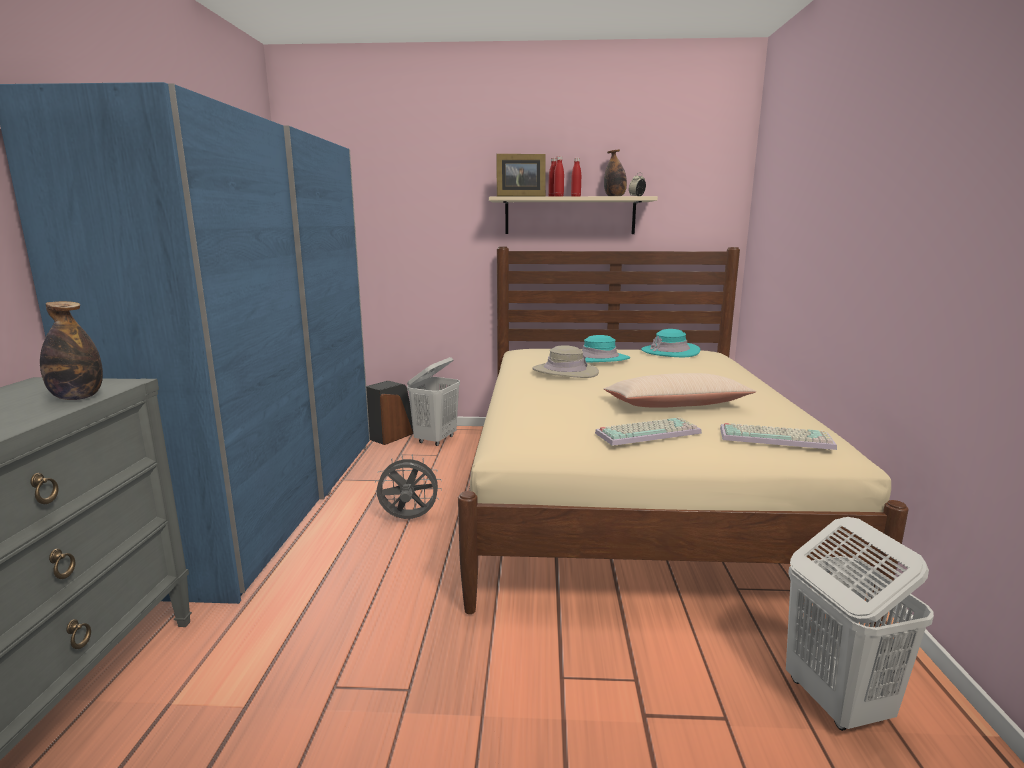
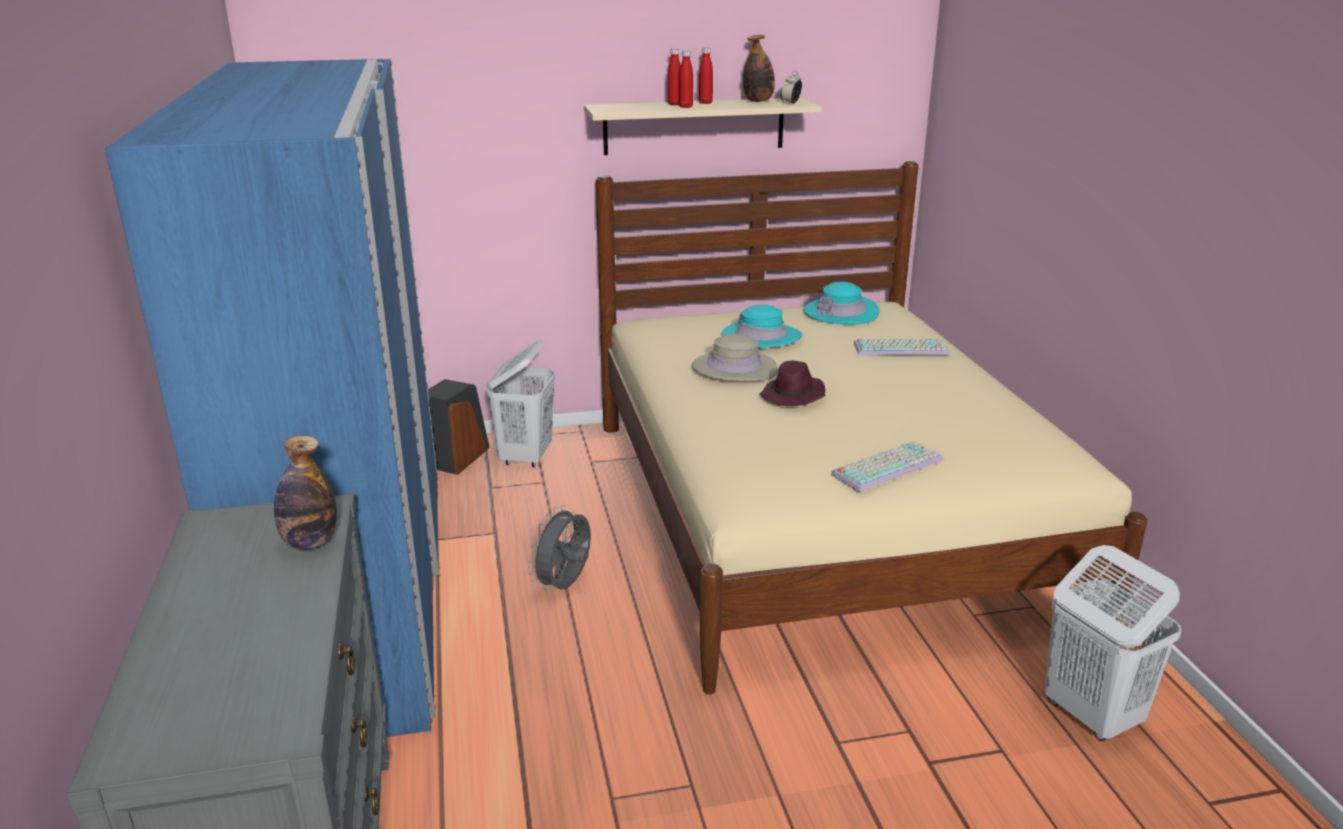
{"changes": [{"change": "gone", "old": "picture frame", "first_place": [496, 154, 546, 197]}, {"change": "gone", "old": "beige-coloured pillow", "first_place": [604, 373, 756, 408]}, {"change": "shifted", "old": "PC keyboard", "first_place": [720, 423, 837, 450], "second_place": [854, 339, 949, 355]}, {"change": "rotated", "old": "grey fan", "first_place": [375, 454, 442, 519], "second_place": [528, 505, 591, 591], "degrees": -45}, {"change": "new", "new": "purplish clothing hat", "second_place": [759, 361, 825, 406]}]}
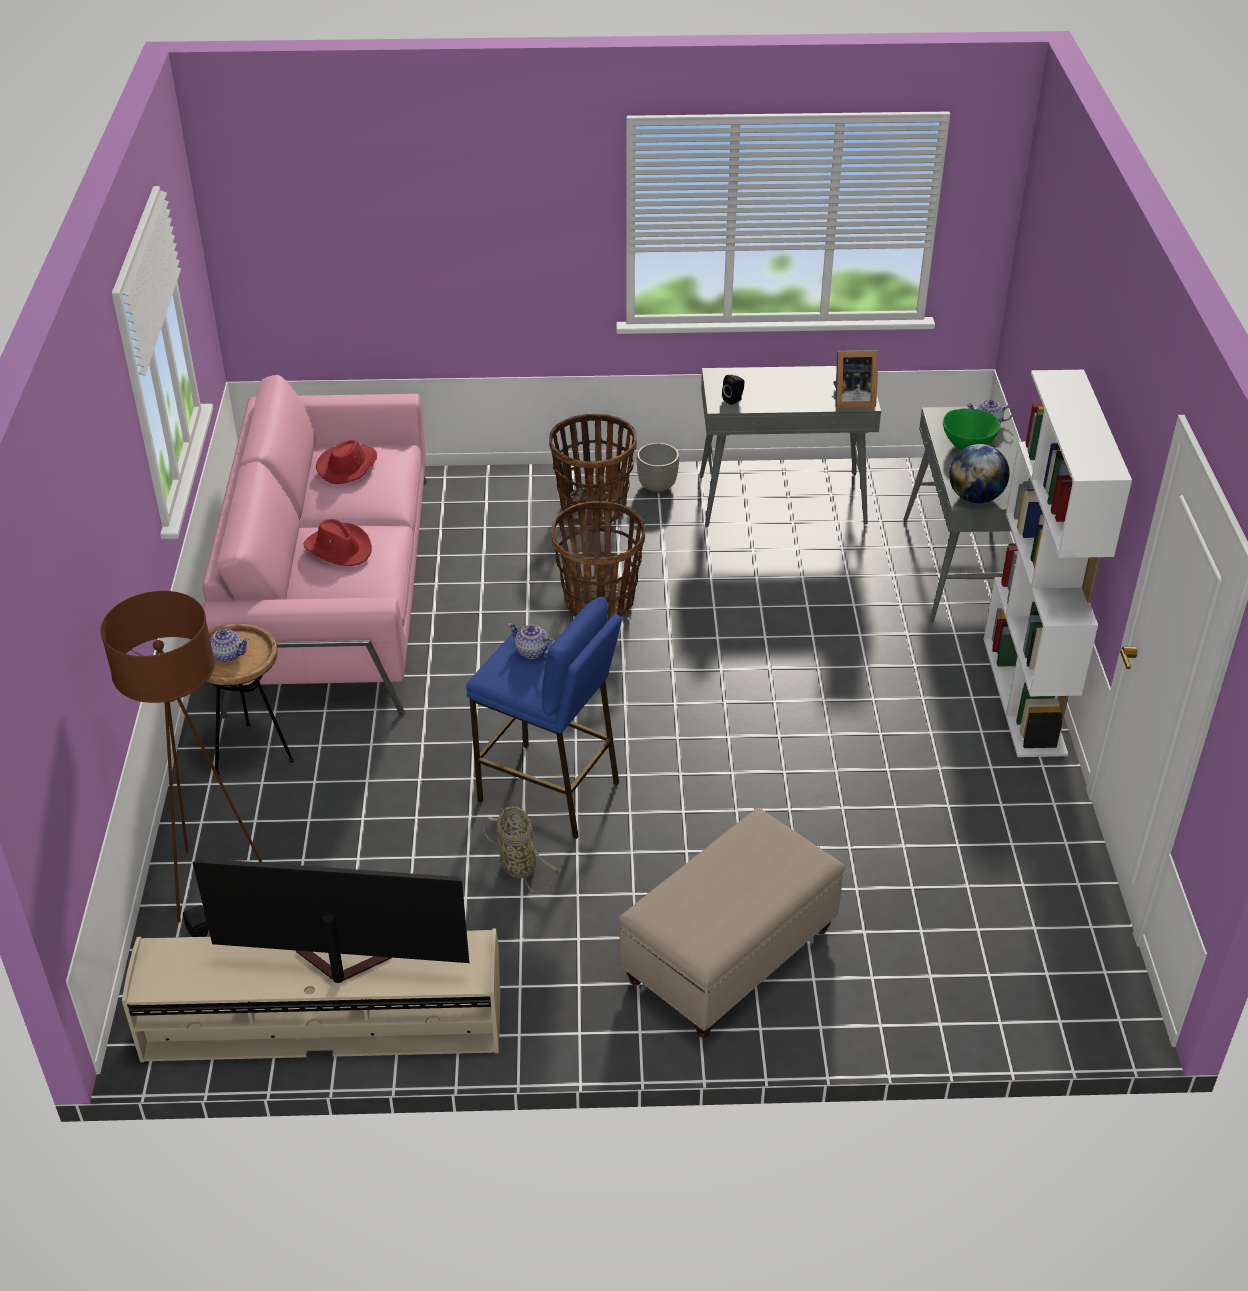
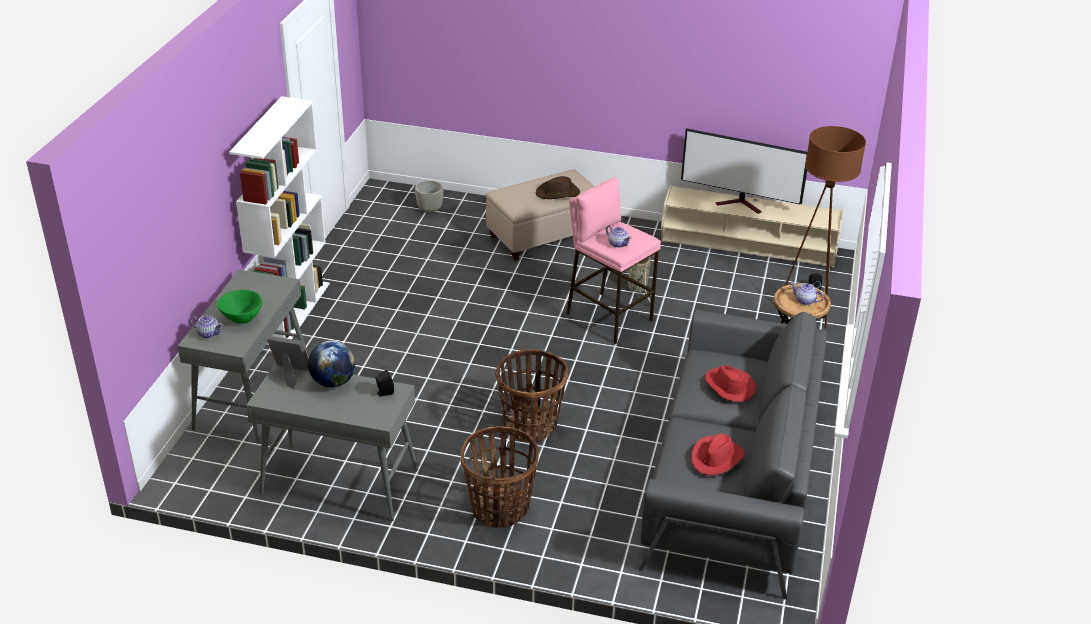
{"changes": [{"change": "repainted", "old": "pink-coloured settee", "new": "grey settee", "first_place": [202, 375, 427, 718], "second_place": [638, 310, 827, 600]}, {"change": "shifted", "old": "grey plant pot", "first_place": [636, 443, 679, 493], "second_place": [415, 180, 443, 213]}, {"change": "shifted", "old": "globe", "first_place": [949, 444, 1010, 504], "second_place": [308, 341, 355, 388]}, {"change": "repainted", "old": "blue-coloured sitting stool", "new": "pink-coloured sitting stool", "first_place": [466, 597, 622, 839], "second_place": [566, 177, 661, 344]}, {"change": "new", "new": "brown clothing hat", "second_place": [536, 176, 580, 199]}]}
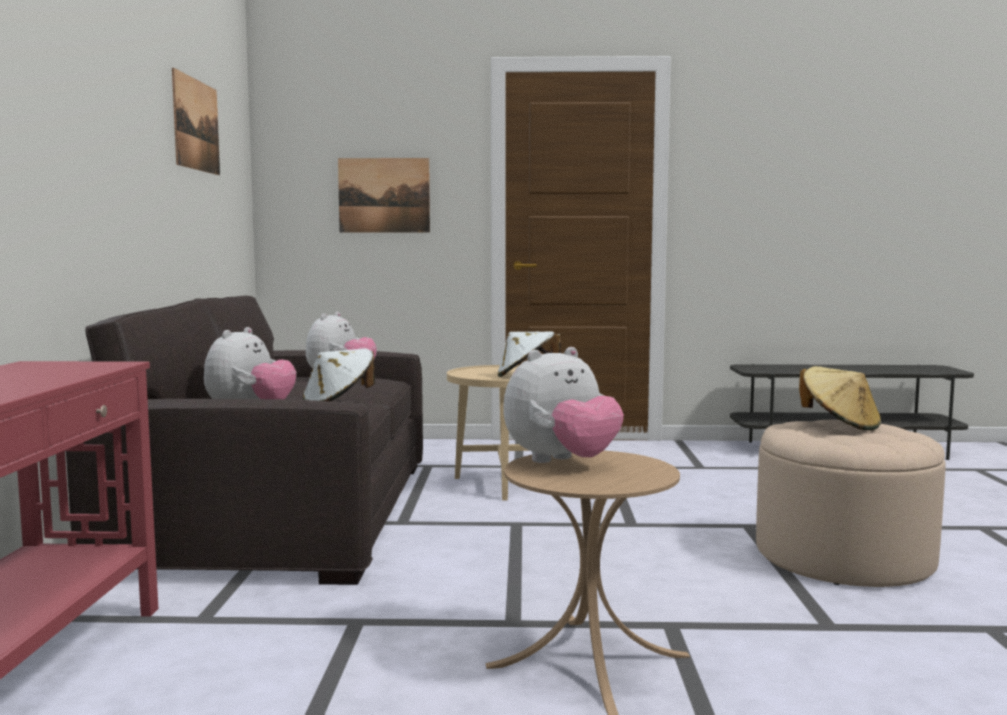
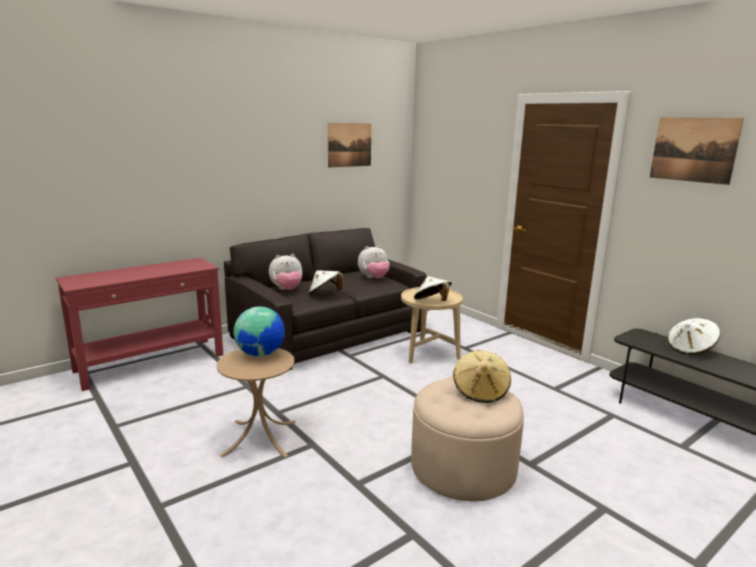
{"changes": [{"change": "shifted", "old": "wall picture", "first_place": [338, 158, 430, 233], "second_place": [650, 117, 744, 185]}, {"change": "swapped", "old": "cuddly toy", "new": "globe", "first_place": [504, 347, 624, 463], "second_place": [233, 306, 285, 357]}, {"change": "new", "new": "whitish clothing hat", "second_place": [668, 318, 720, 355]}]}
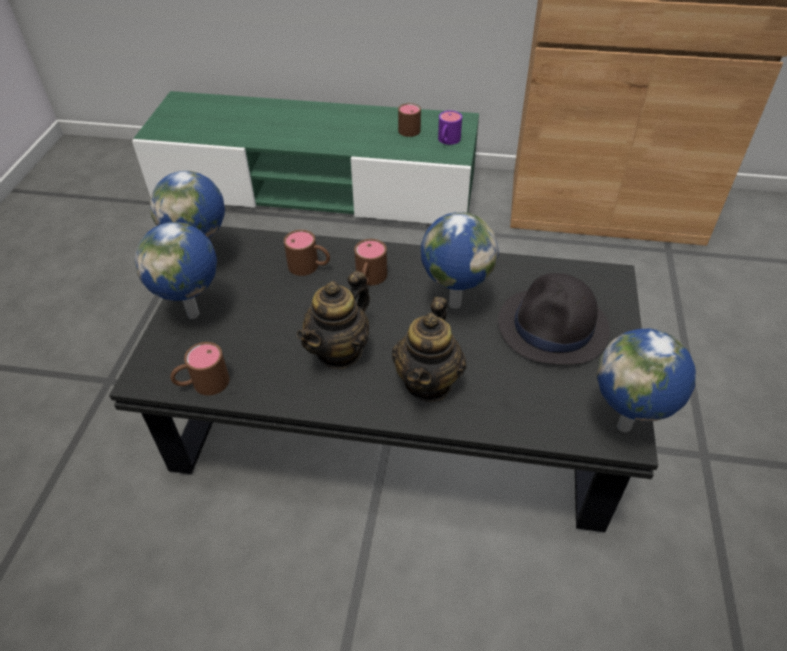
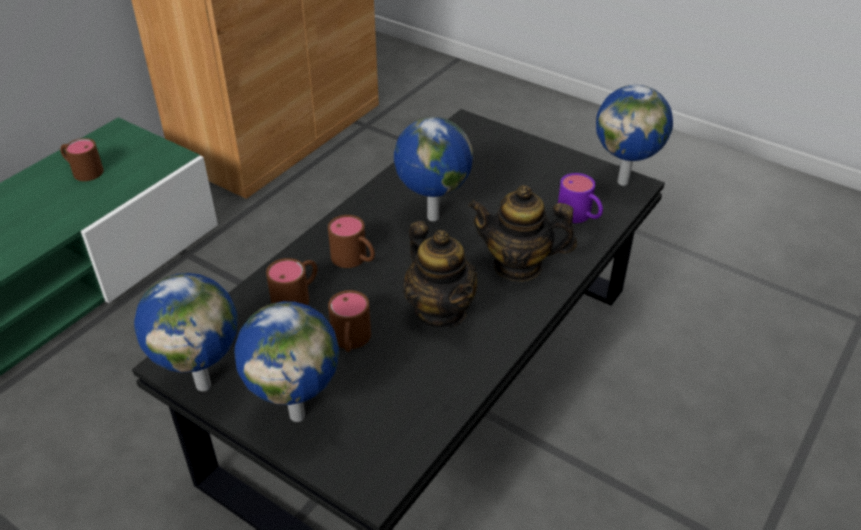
{"changes": [{"change": "shifted", "old": "purplish tea mug", "first_place": [438, 111, 462, 145], "second_place": [558, 173, 603, 223]}, {"change": "gone", "old": "black clothing hat", "first_place": [498, 273, 610, 365]}, {"change": "rotated", "old": "pot for tea", "first_place": [392, 297, 466, 402], "second_place": [468, 185, 577, 282], "degrees": 150}, {"change": "shifted", "old": "brown tea mug", "first_place": [170, 342, 229, 395], "second_place": [328, 290, 371, 352]}]}
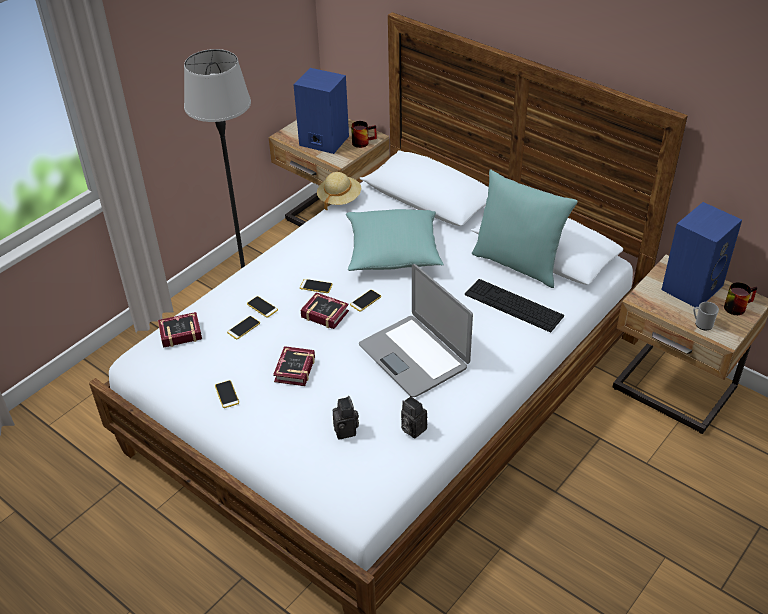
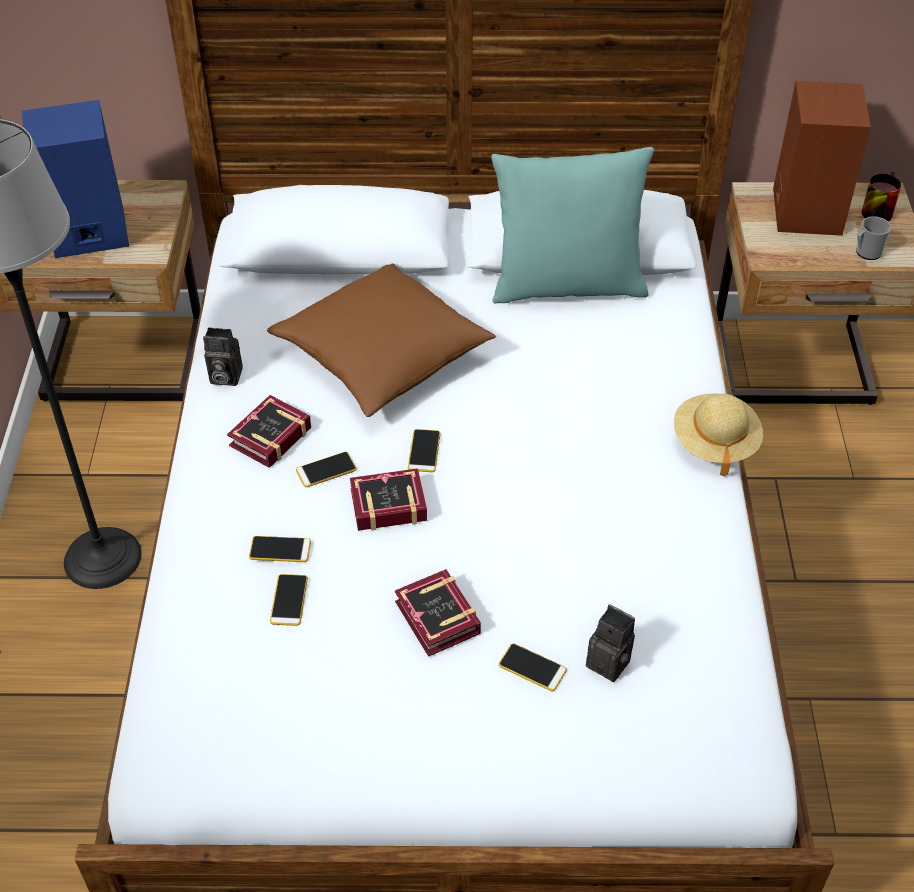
{"changes": [{"change": "gone", "old": "tea mug", "first_place": [351, 121, 377, 148]}, {"change": "shifted", "old": "beige-coloured clothing hat", "first_place": [317, 172, 361, 211], "second_place": [674, 393, 763, 476]}, {"change": "repainted", "old": "blue-coloured loudspeaker", "new": "brown loudspeaker", "first_place": [661, 202, 742, 307], "second_place": [773, 81, 871, 236]}, {"change": "repainted", "old": "turquoise pillow", "new": "brown pillow", "first_place": [346, 209, 444, 271], "second_place": [267, 263, 496, 417]}, {"change": "gone", "old": "notebook computer", "first_place": [359, 264, 473, 397]}, {"change": "gone", "old": "PC keyboard", "first_place": [465, 279, 564, 333]}, {"change": "shifted", "old": "book", "first_place": [158, 312, 202, 348], "second_place": [227, 395, 311, 468]}, {"change": "shifted", "old": "handset", "first_place": [215, 380, 239, 408], "second_place": [499, 643, 567, 691]}, {"change": "shifted", "old": "still camera", "first_place": [401, 396, 427, 439], "second_place": [203, 327, 243, 386]}]}
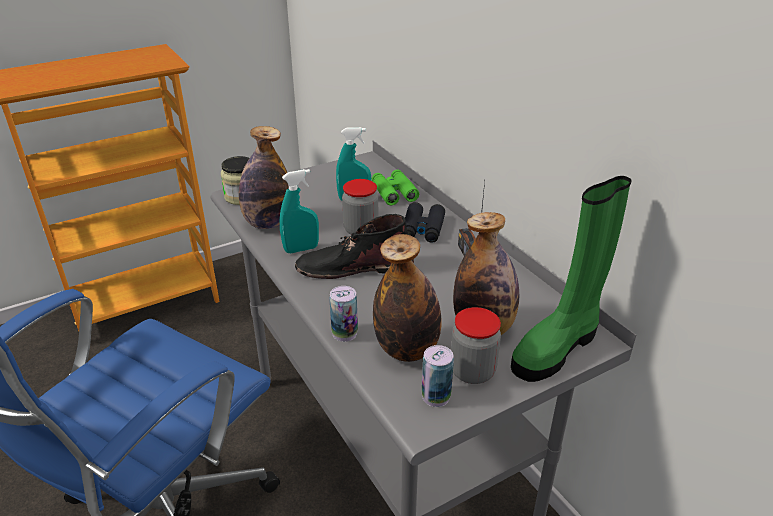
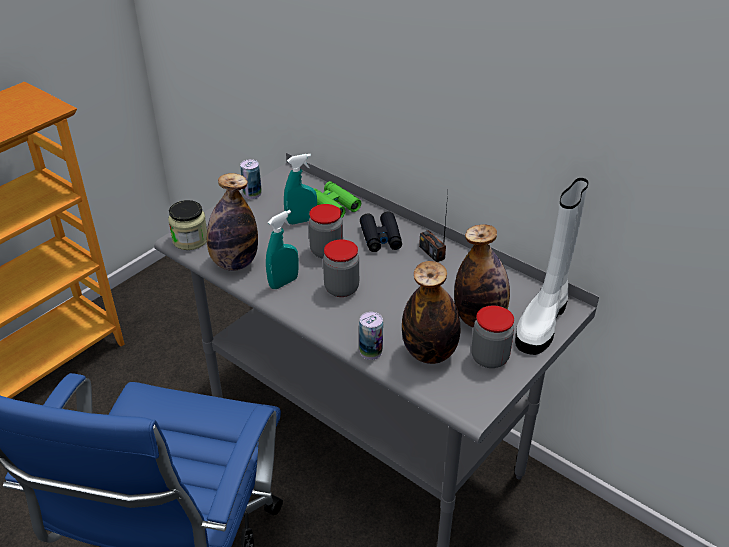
{"changes": [{"change": "repainted", "old": "green-coloured boot", "new": "whitish boot", "first_place": [511, 176, 632, 382], "second_place": [515, 178, 588, 355]}, {"change": "swapped", "old": "black boot", "new": "preserve jar", "first_place": [295, 214, 414, 279], "second_place": [323, 239, 359, 297]}, {"change": "shifted", "old": "can", "first_place": [422, 345, 454, 407], "second_place": [240, 159, 262, 199]}]}
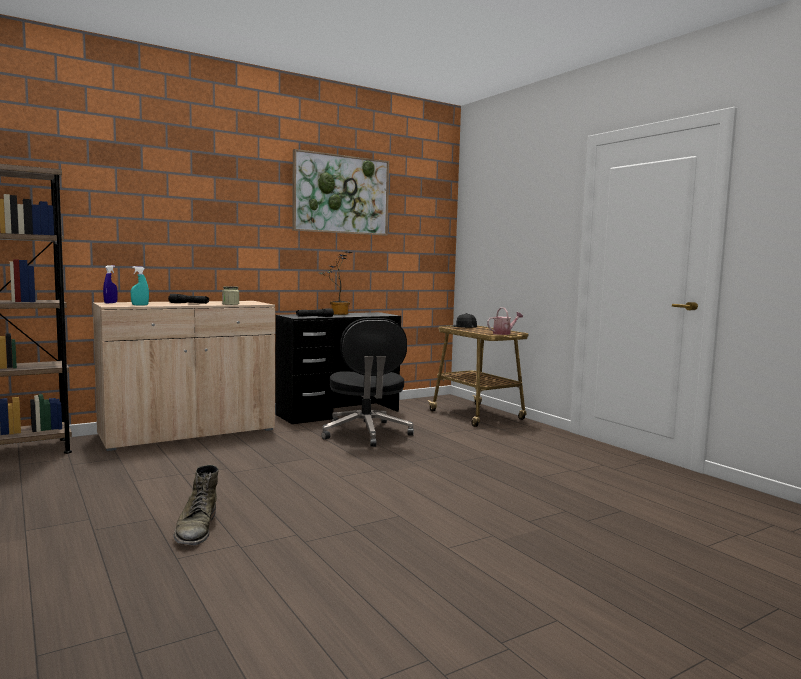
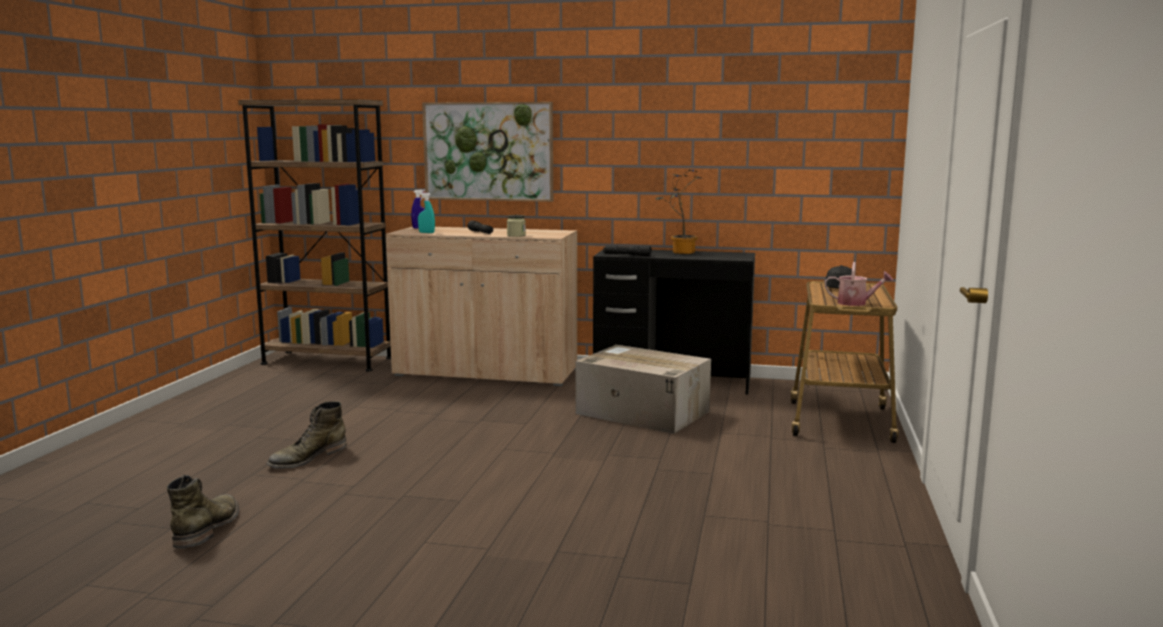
{"changes": [{"change": "shifted", "old": "wall picture", "first_place": [292, 149, 389, 236], "second_place": [422, 102, 553, 202]}, {"change": "swapped", "old": "black desk chair", "new": "cardboard box", "first_place": [322, 318, 414, 447], "second_place": [576, 345, 711, 434]}, {"change": "new", "new": "green-coloured boot", "second_place": [167, 475, 239, 549]}]}
